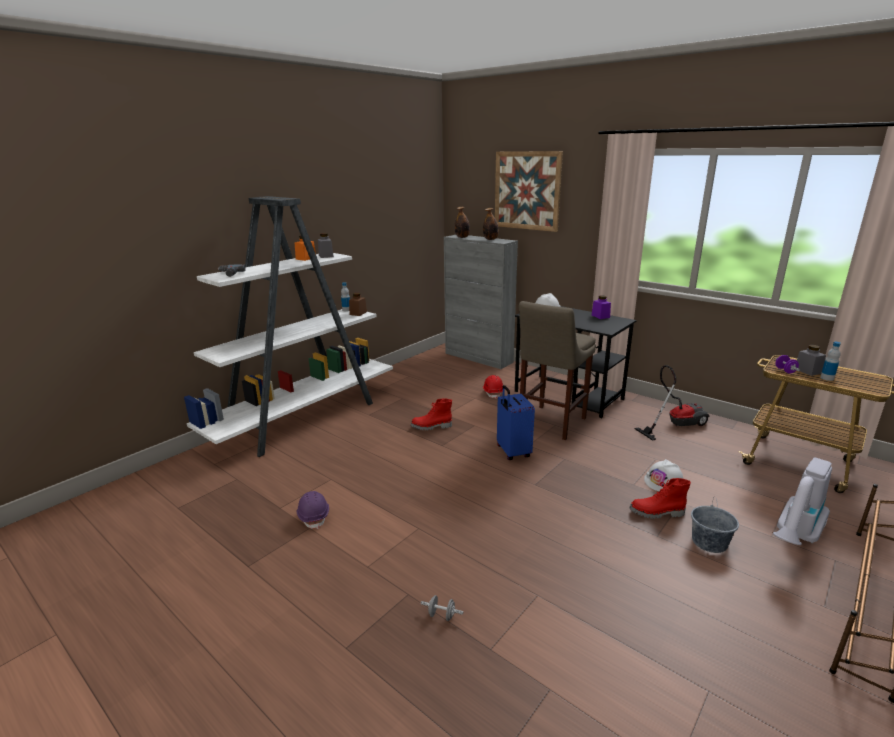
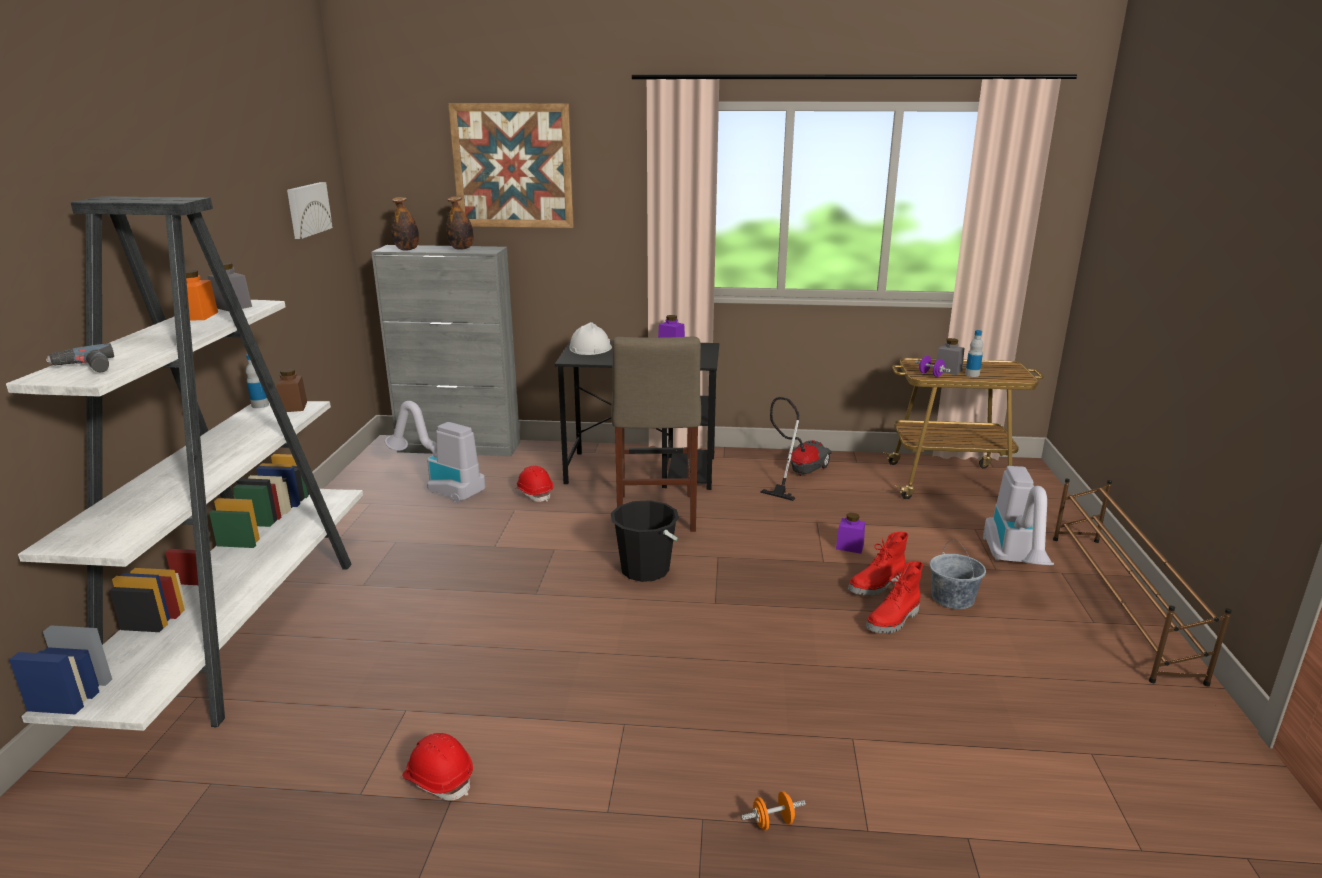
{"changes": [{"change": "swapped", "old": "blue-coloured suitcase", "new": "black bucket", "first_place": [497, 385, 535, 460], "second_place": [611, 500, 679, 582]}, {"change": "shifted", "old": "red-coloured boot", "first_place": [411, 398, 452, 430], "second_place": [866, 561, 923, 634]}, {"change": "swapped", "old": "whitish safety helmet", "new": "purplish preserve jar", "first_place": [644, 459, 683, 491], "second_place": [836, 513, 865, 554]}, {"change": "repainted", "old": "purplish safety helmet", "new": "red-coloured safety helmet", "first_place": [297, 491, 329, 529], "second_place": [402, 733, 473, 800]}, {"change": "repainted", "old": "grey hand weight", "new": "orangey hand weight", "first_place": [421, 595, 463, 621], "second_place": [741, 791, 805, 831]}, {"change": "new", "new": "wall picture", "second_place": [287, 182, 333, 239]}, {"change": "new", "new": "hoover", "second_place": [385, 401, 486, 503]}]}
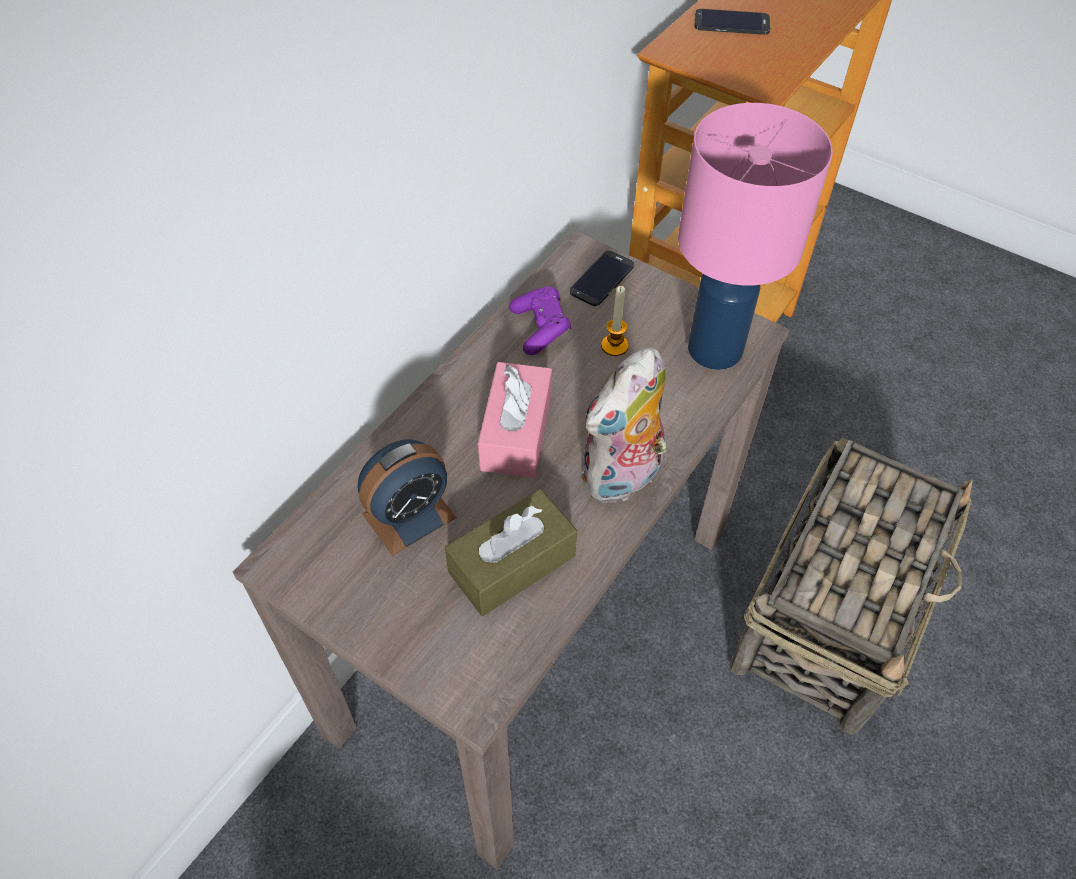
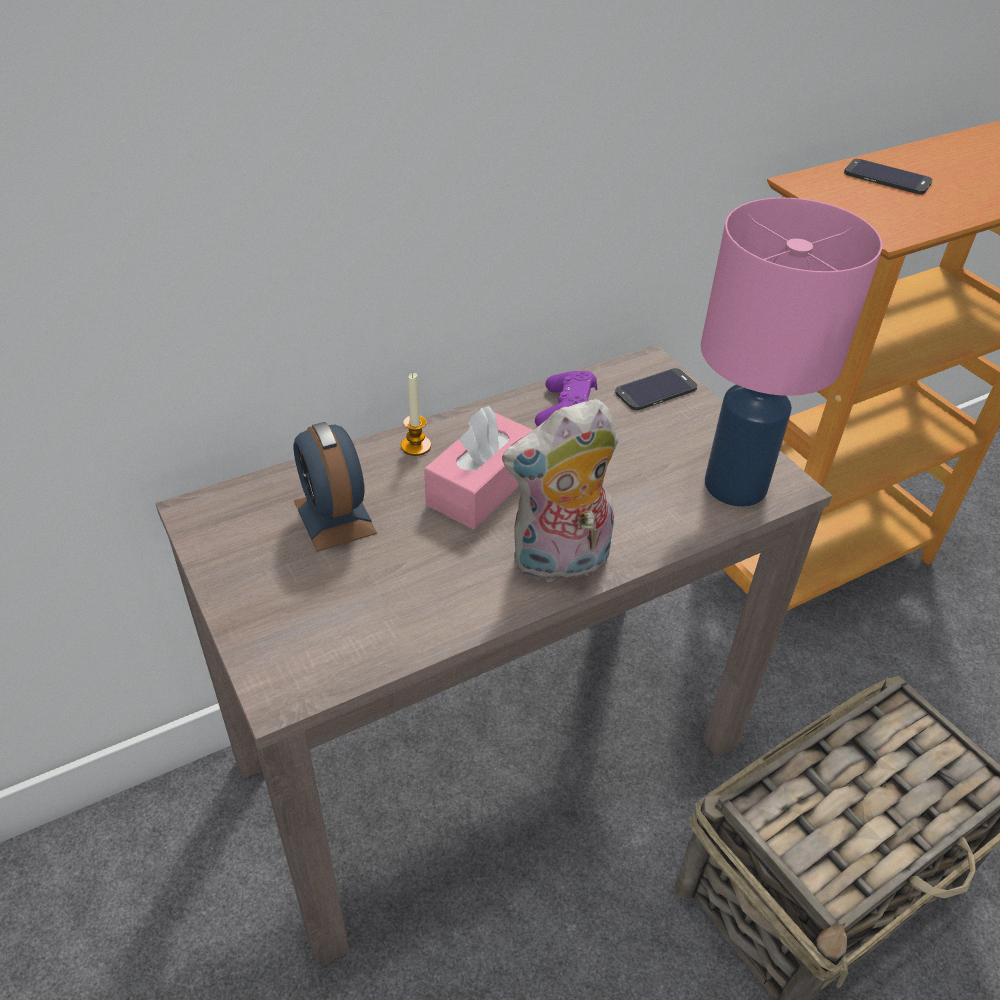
{"changes": [{"change": "shifted", "old": "candle", "first_place": [601, 286, 629, 356], "second_place": [401, 373, 431, 456]}, {"change": "rotated", "old": "table clock", "first_place": [358, 439, 457, 556], "second_place": [294, 422, 377, 552], "degrees": 75}, {"change": "gone", "old": "brown tissue box", "first_place": [445, 489, 577, 616]}]}
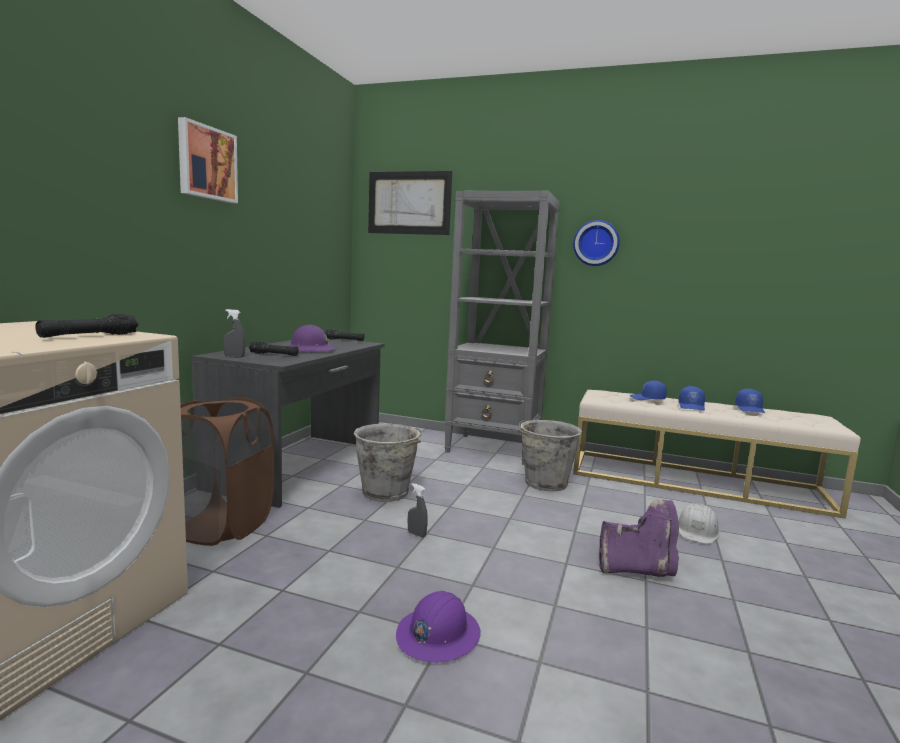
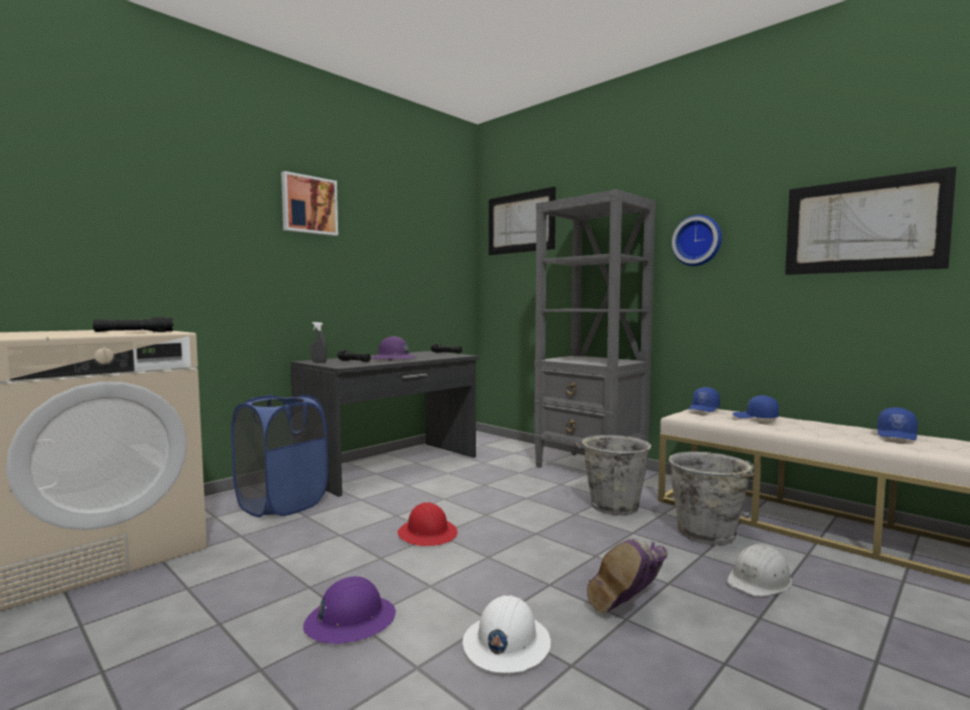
{"changes": [{"change": "shifted", "old": "blue-coloured peaked cap", "first_place": [678, 386, 705, 411], "second_place": [689, 387, 720, 412]}, {"change": "repainted", "old": "brown laundry basket", "new": "blue-coloured laundry basket", "first_place": [181, 397, 274, 546], "second_place": [231, 395, 328, 517]}, {"change": "shifted", "old": "grey bucket", "first_place": [353, 423, 422, 502], "second_place": [668, 452, 756, 545]}, {"change": "swapped", "old": "grey hand sprayer", "new": "red-coloured safety helmet", "first_place": [408, 483, 428, 538], "second_place": [398, 502, 458, 546]}, {"change": "rotated", "old": "purplish boot", "first_place": [599, 499, 679, 577], "second_place": [587, 539, 668, 613], "degrees": 105}, {"change": "new", "new": "wall picture", "second_place": [785, 166, 956, 275]}, {"change": "new", "new": "whitish safety helmet", "second_place": [463, 595, 551, 673]}]}
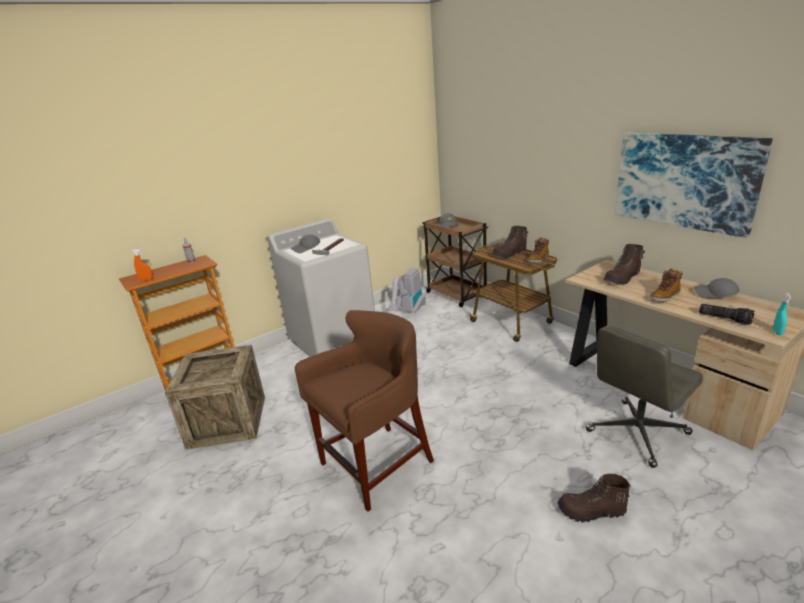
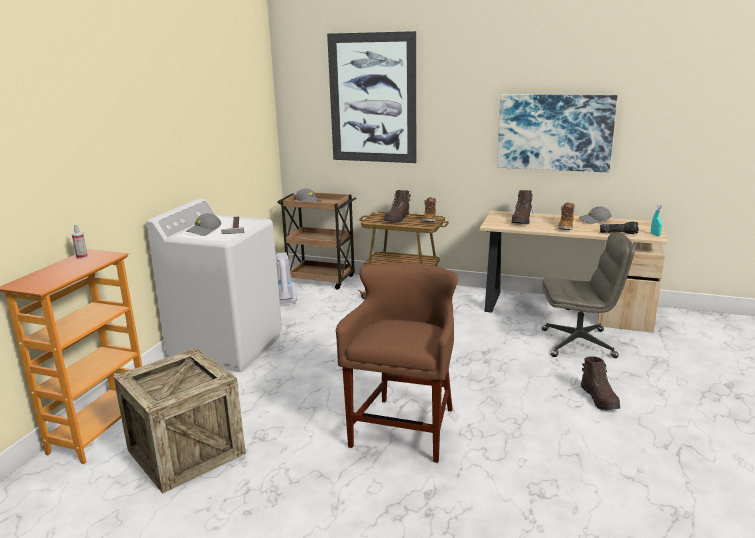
{"changes": [{"change": "gone", "old": "orangey hand sprayer", "first_place": [132, 248, 153, 281]}, {"change": "rotated", "old": "grey desk chair", "first_place": [586, 325, 703, 468], "second_place": [542, 232, 635, 358], "degrees": -105}, {"change": "rotated", "old": "brown boot", "first_place": [558, 474, 630, 522], "second_place": [581, 357, 620, 411], "degrees": -75}, {"change": "new", "new": "wall picture", "second_place": [327, 31, 416, 163]}]}
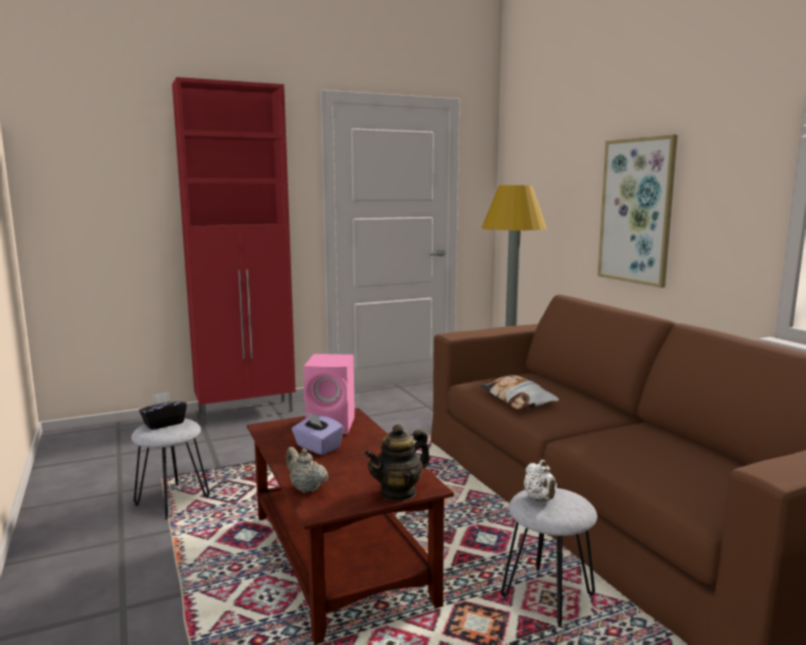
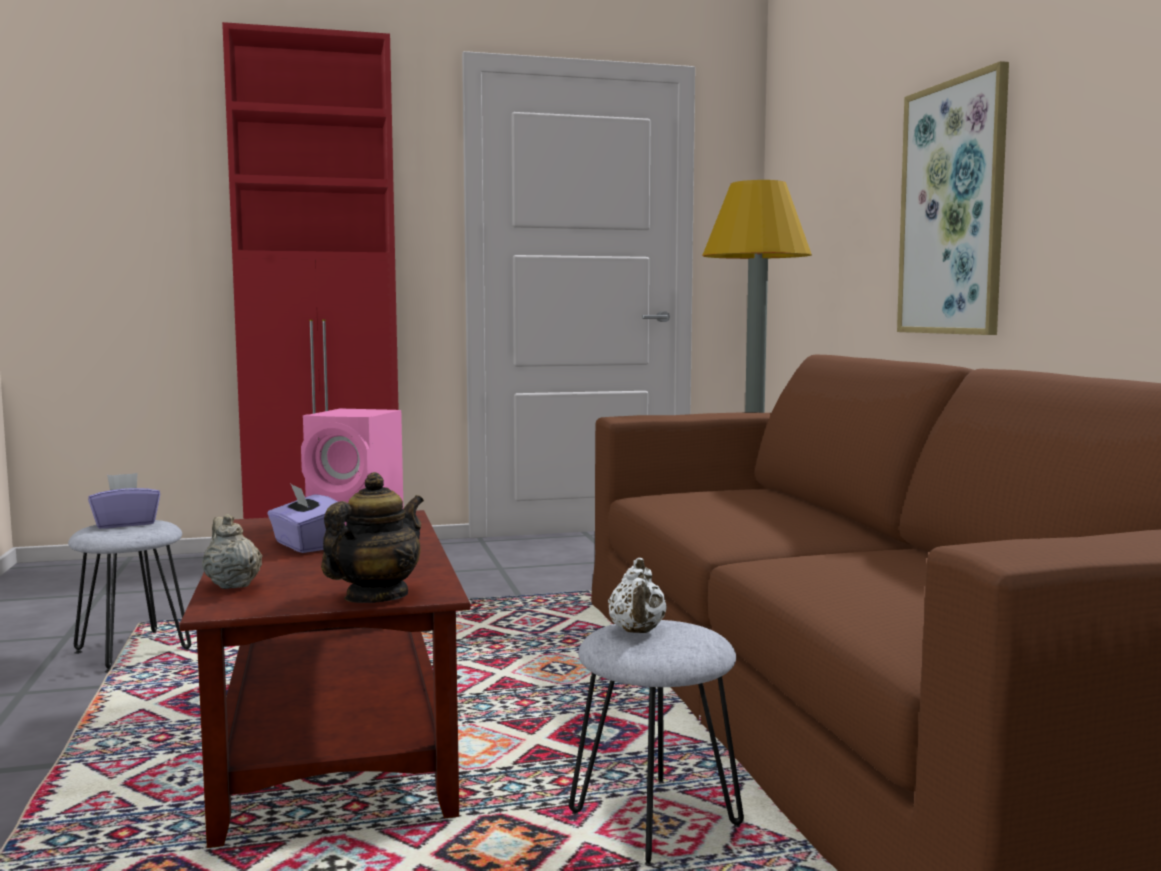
{"changes": [{"change": "gone", "old": "pillow", "first_place": [480, 375, 559, 410]}, {"change": "repainted", "old": "black tissue box", "new": "purplish tissue box", "first_place": [139, 391, 187, 430], "second_place": [88, 473, 160, 529]}, {"change": "rotated", "old": "pot for tea", "first_place": [364, 424, 430, 502], "second_place": [321, 472, 424, 603], "degrees": 150}]}
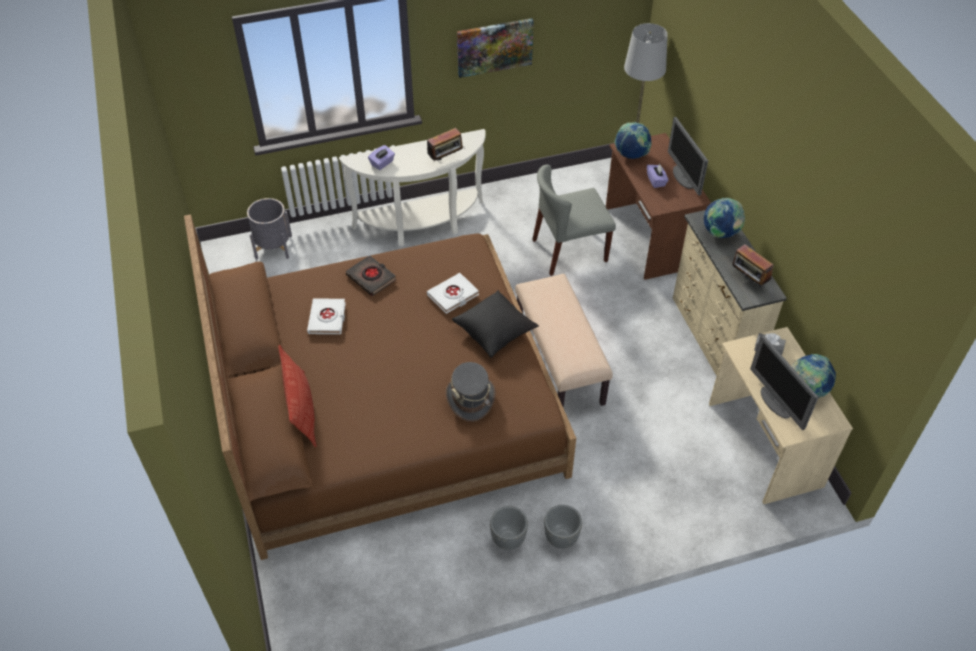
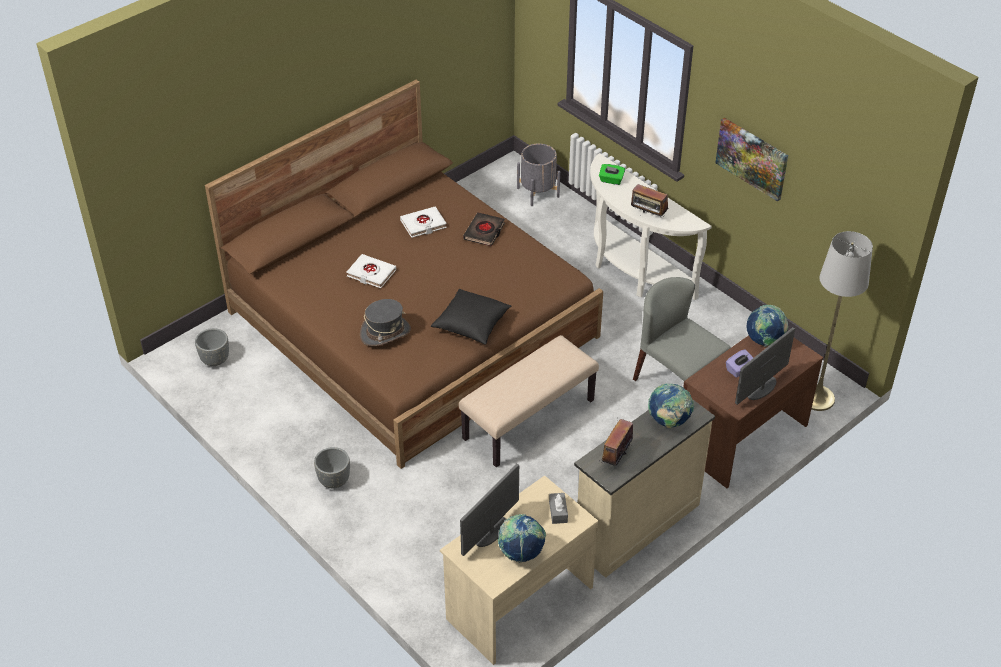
{"changes": [{"change": "repainted", "old": "purplish tissue box", "new": "green-coloured tissue box", "first_place": [368, 145, 395, 170], "second_place": [599, 164, 625, 185]}, {"change": "shifted", "old": "whitish book", "first_place": [427, 273, 479, 314], "second_place": [346, 254, 396, 288]}, {"change": "gone", "old": "pillow", "first_place": [278, 345, 317, 448]}, {"change": "shifted", "old": "grey plant pot", "first_place": [490, 506, 528, 550], "second_place": [195, 328, 229, 366]}]}
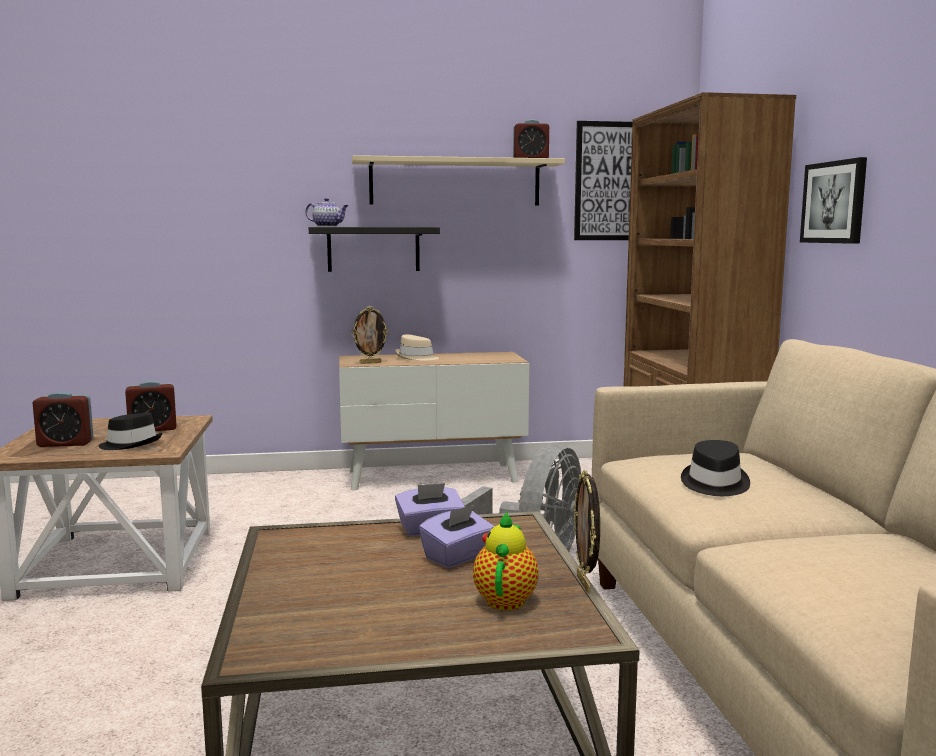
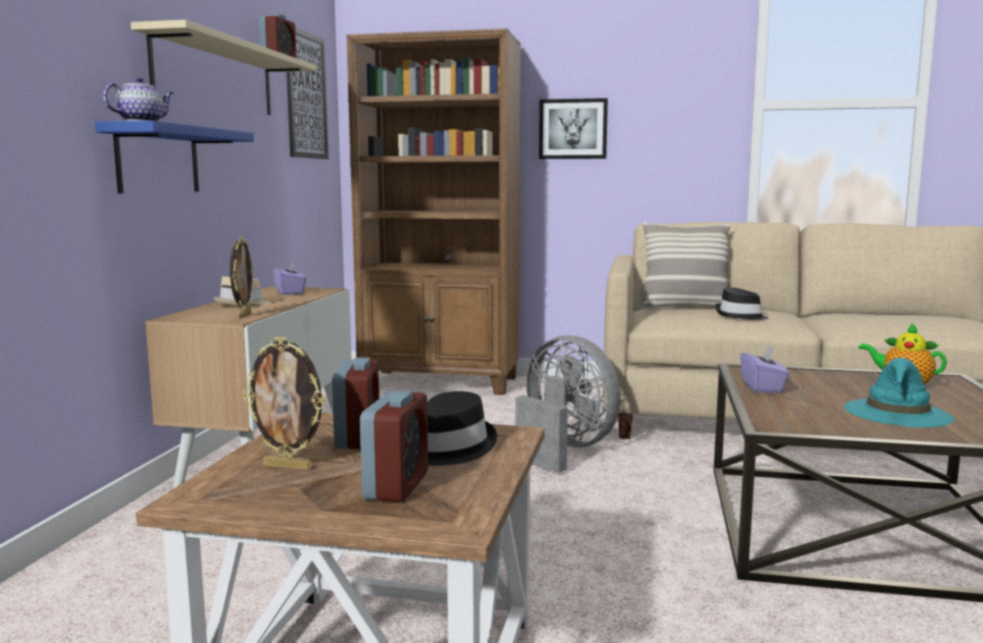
{"changes": [{"change": "repainted", "old": "black bracket shelf", "new": "blue-coloured bracket shelf", "first_place": [309, 227, 440, 272], "second_place": [95, 121, 254, 194]}, {"change": "shifted", "old": "picture frame", "first_place": [574, 470, 600, 593], "second_place": [243, 336, 325, 470]}, {"change": "shifted", "old": "purplish tissue box", "first_place": [419, 504, 495, 568], "second_place": [273, 260, 306, 295]}, {"change": "new", "new": "pillow", "second_place": [641, 222, 730, 309]}, {"change": "new", "new": "turquoise clothing hat", "second_place": [844, 358, 954, 427]}]}
